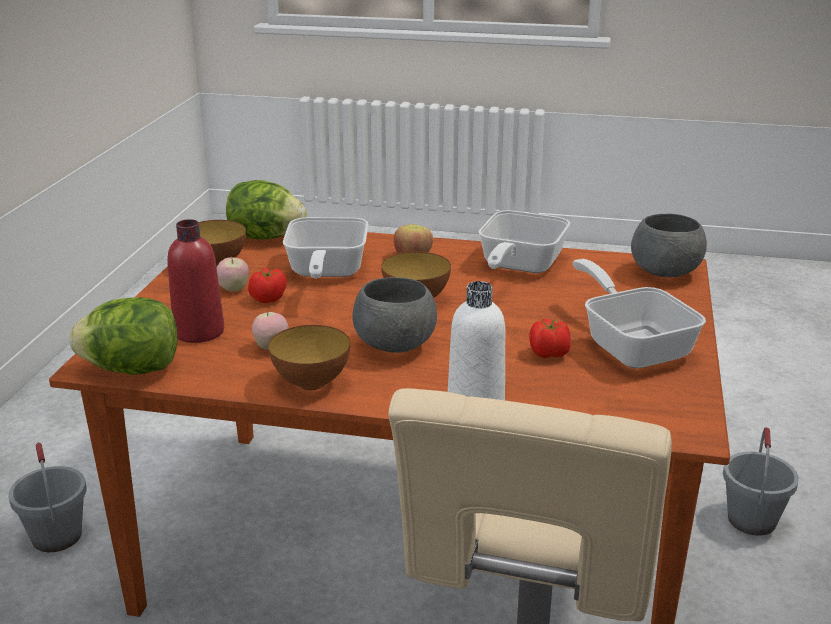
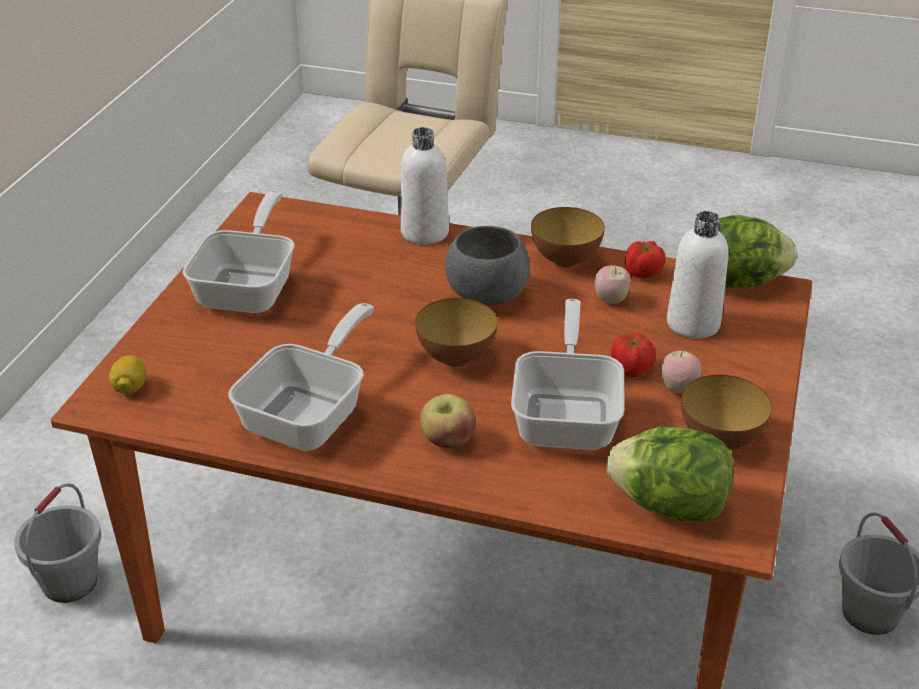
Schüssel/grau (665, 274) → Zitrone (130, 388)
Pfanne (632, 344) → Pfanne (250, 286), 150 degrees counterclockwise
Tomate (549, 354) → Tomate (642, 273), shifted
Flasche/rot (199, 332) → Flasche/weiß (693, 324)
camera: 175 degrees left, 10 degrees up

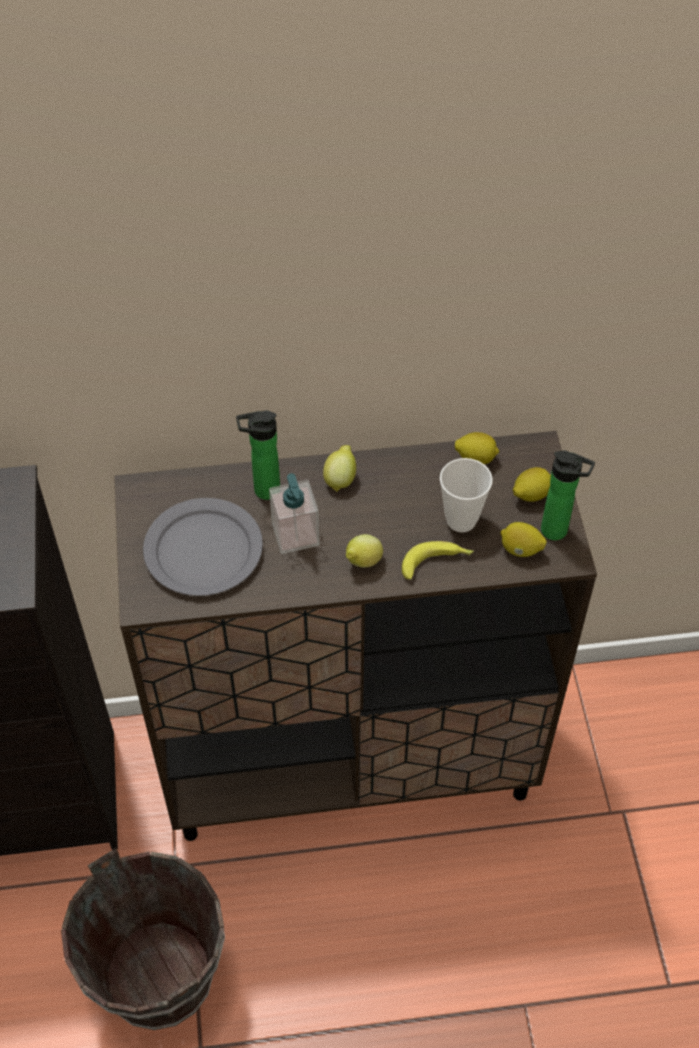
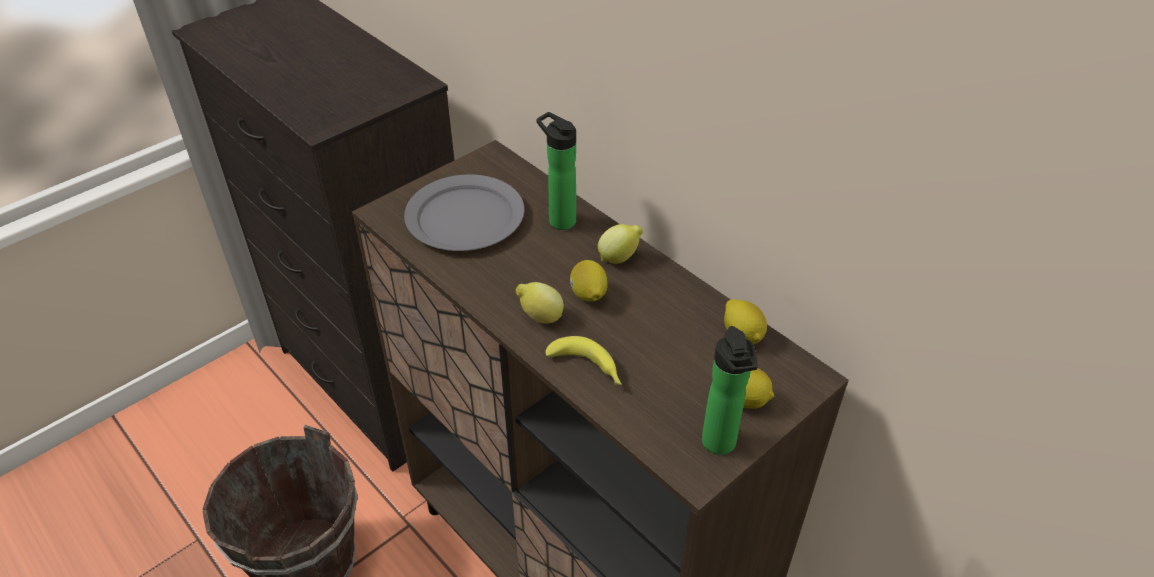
Zitrone (520, 550) → Zitrone (588, 295), shifted
Seifenspender (295, 535) → -
Tasse (461, 520) → -
camera: 55 degrees right, 10 degrees down

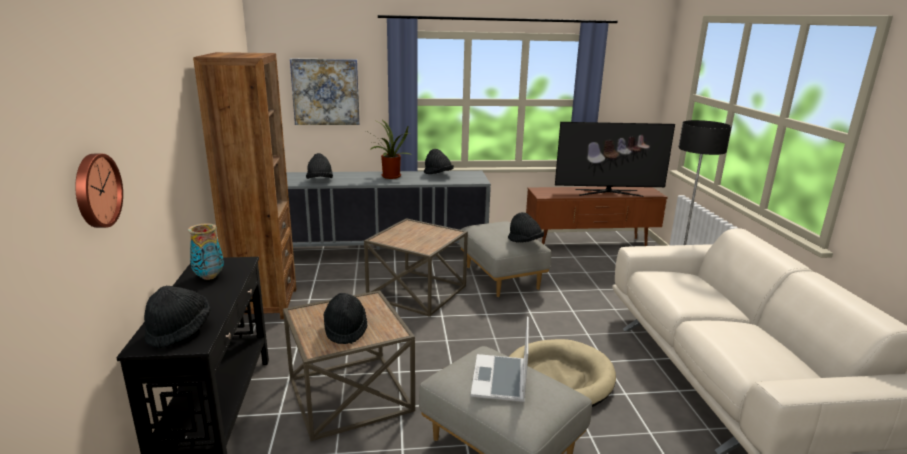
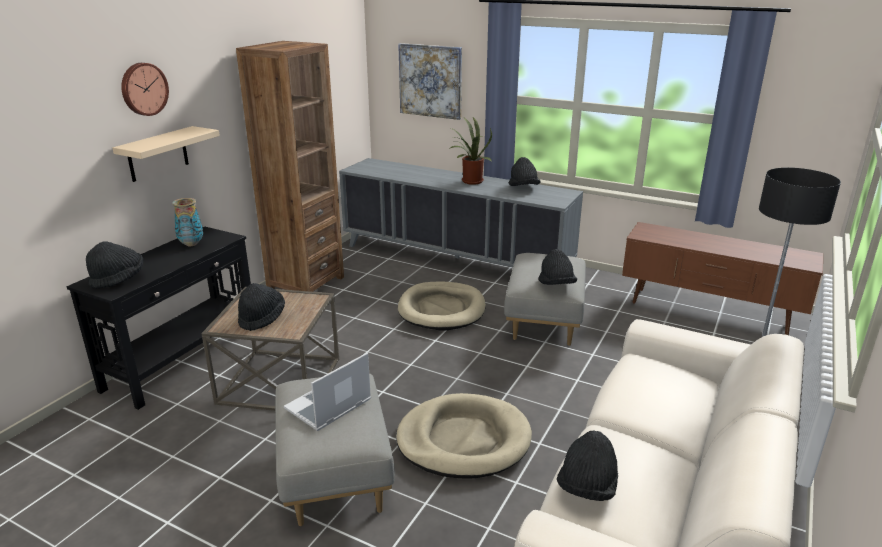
- → Wandregal/beige (158, 154)
Wanduhr (95, 190) → Wanduhr (143, 89), shifted
Beistelltisch/braun (417, 291) → Hundebett/beige (442, 309)
Hut/schwarz (320, 181) → Hut/schwarz (587, 488), shifted
Fernseher (608, 192) → -
camera: 35 degrees right, 5 degrees up

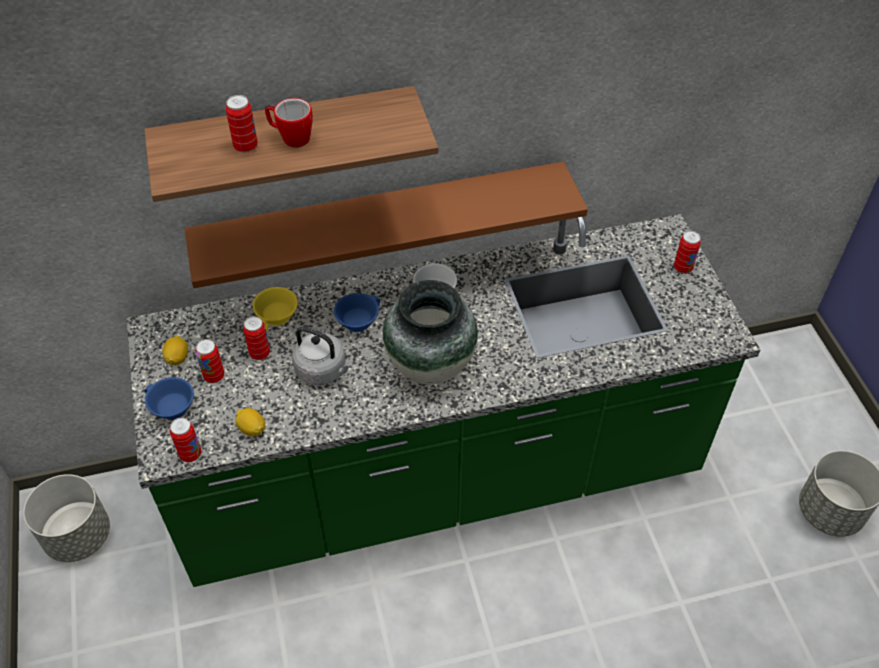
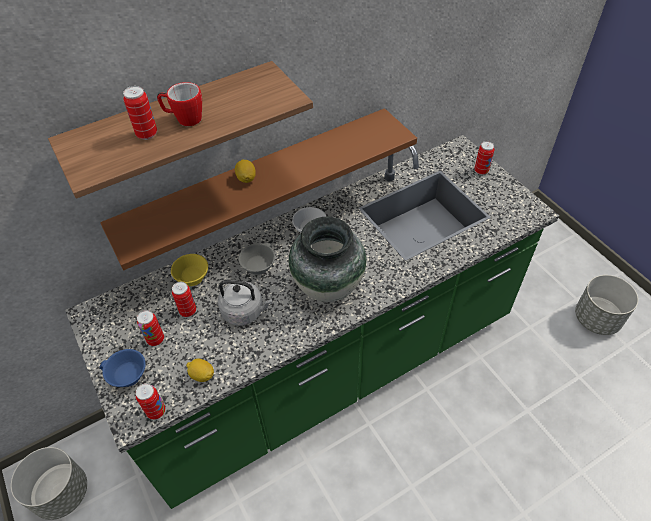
Zitrone (177, 358) → Zitrone (246, 178), shifted
Tasse/blau (357, 320) → Tasse/grau (258, 265)
camera: 15 degrees left, 0 degrees up

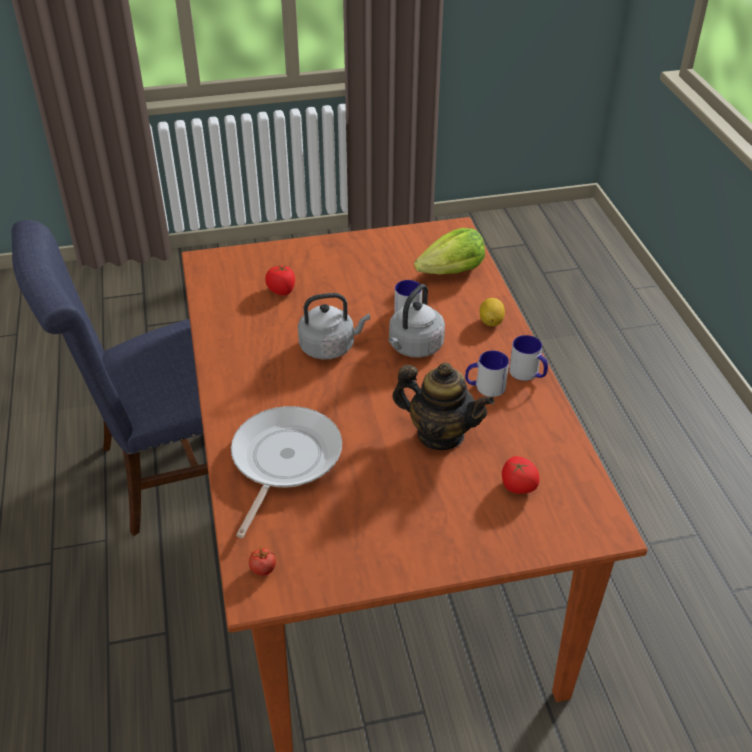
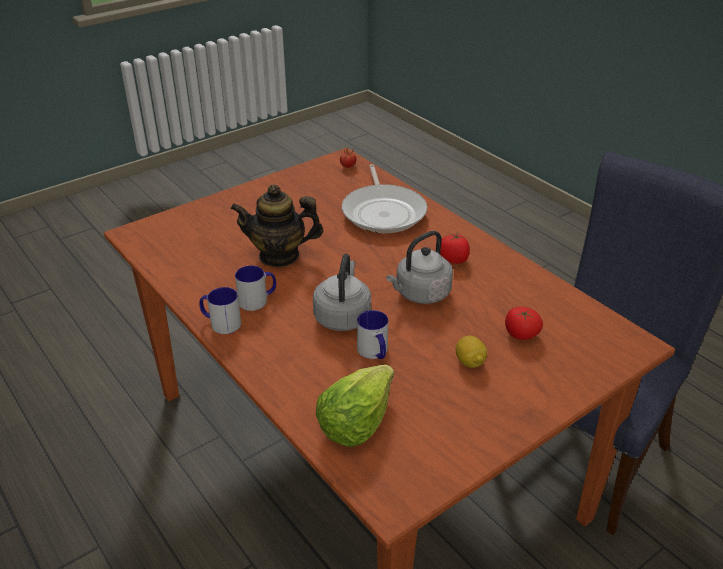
Tomate (517, 486) → Tomate (453, 259), shifted
Zitrone (491, 321) → Zitrone (469, 362), shifted
camera: 155 degrees right, 5 degrees down

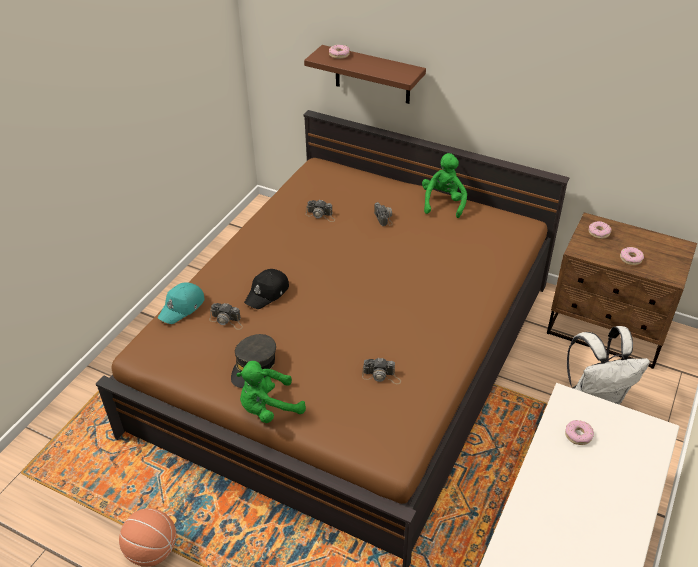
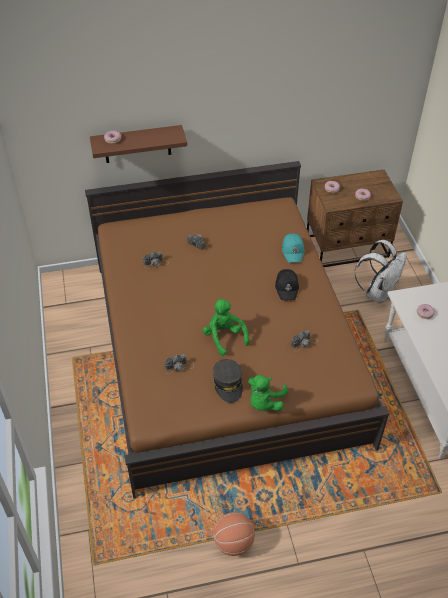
Plüschtier/grün (443, 202) → Plüschtier/grün (224, 337), shifted
Kappe/schwarz (267, 293) → Kappe/schwarz (287, 287), shifted
Kappe/türkis (182, 307) → Kappe/türkis (293, 251), shifted
camera: 40 degrees left, 5 degrees up

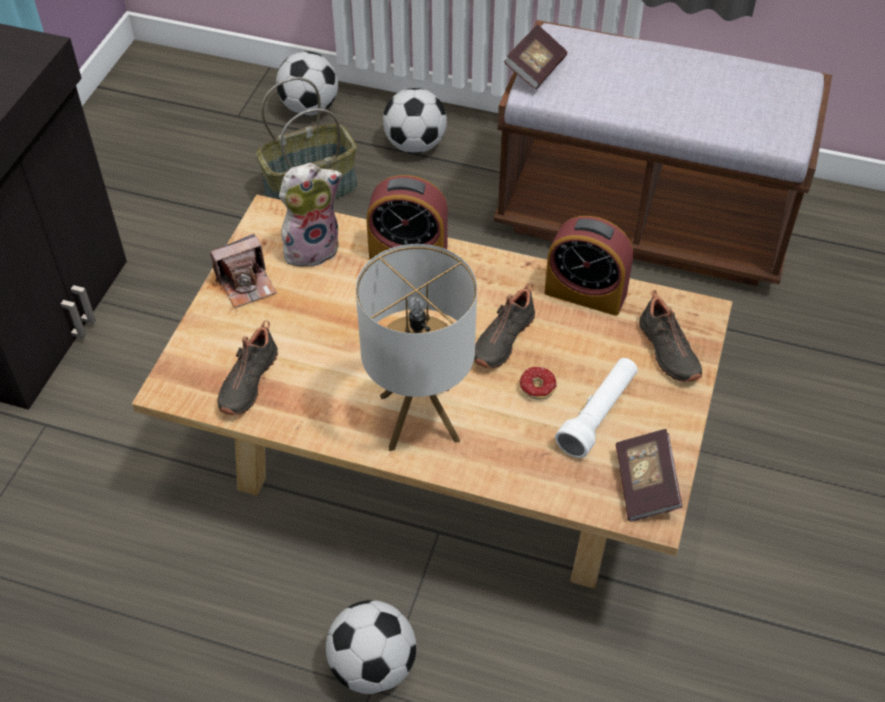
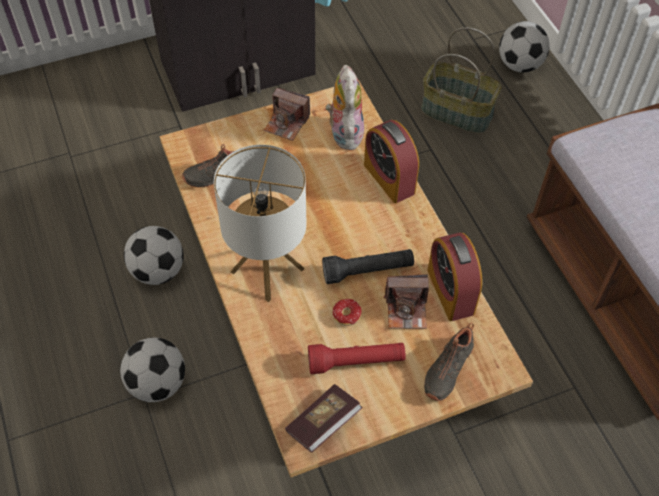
Fußball (415, 145) → Fußball (158, 271), shifted
Taschenlampe/weiß (598, 415) → Taschenlampe/rot (356, 362)
Schuh/schwarz (502, 338) → Taschenlampe/schwarz (368, 271)
Plüschtier (312, 248) → Plüschtier (344, 133), 120 degrees counterclockwise
- → Kamera (406, 310)
Buch (535, 69) → -
camera: 50 degrees right, 5 degrees up

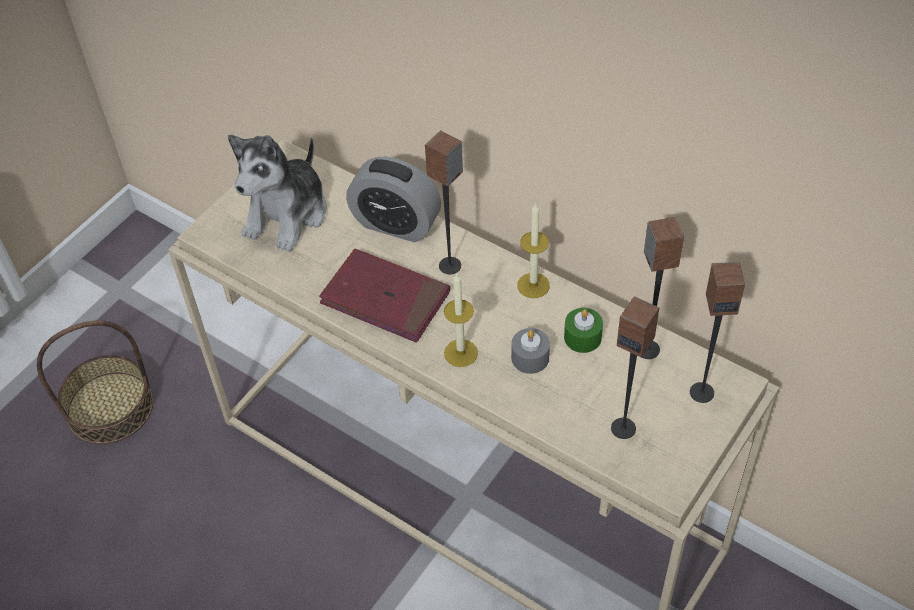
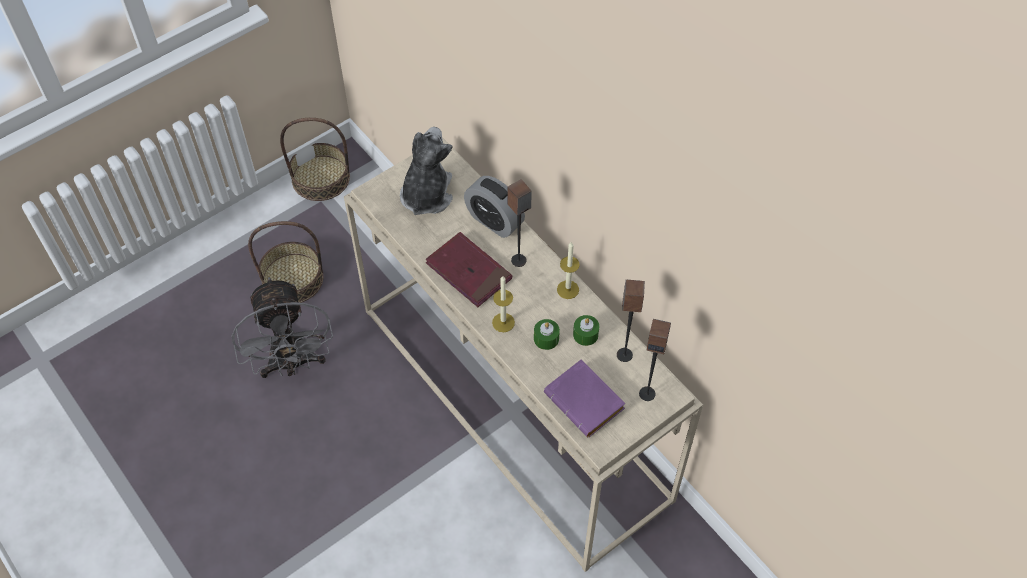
- → Ventilator/grau (292, 364)
- → Korb (321, 178)
Plüschtier (287, 214) → Plüschtier (426, 194), 150 degrees clockwise
Kerze/grau (530, 358) → Kerze/grün (546, 338)
Lautsprecher (623, 428) → Buch/lila (587, 402)
camera: 15 degrees right, 5 degrees up

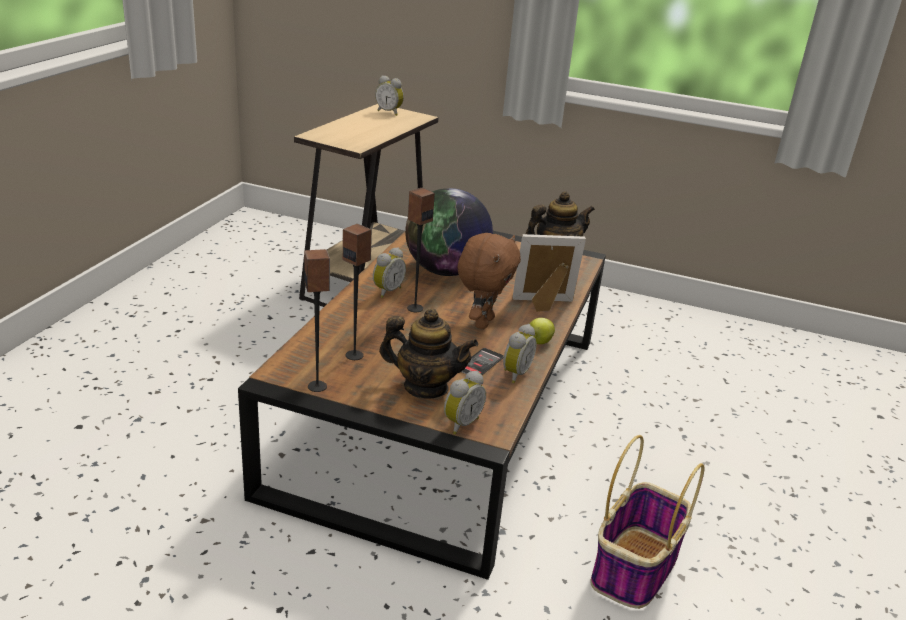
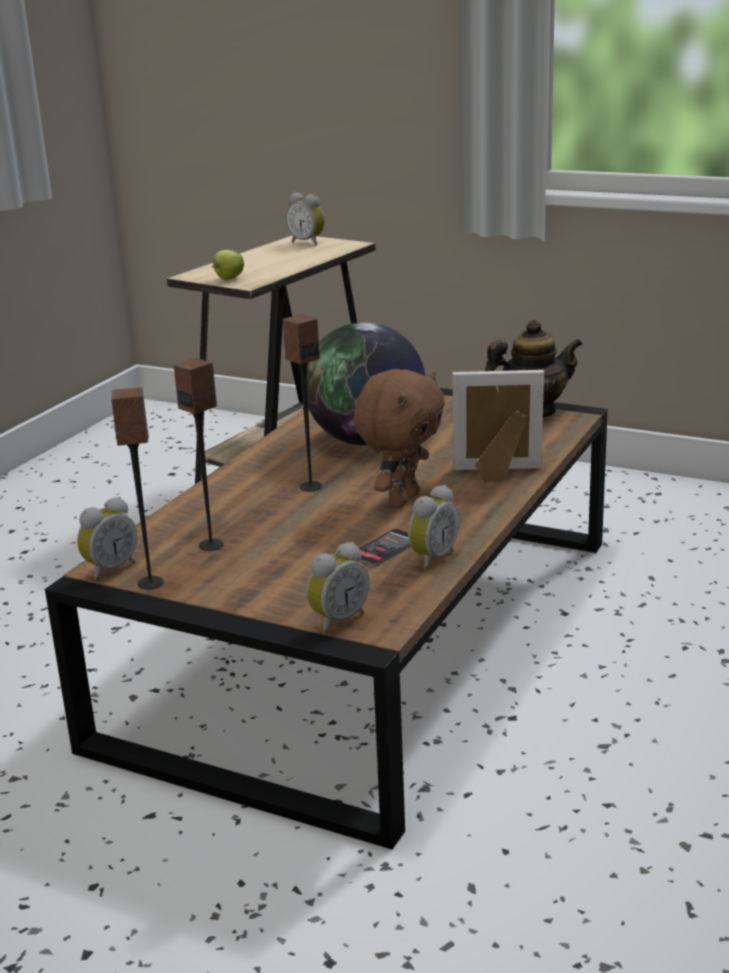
Wecker (386, 291) → Wecker (109, 569), shifted
Apfel (539, 342) → Apfel (228, 279), shifted
Teekanne (425, 387) → -
Korb (634, 569) → -
camera: 10 degrees right, 5 degrees down

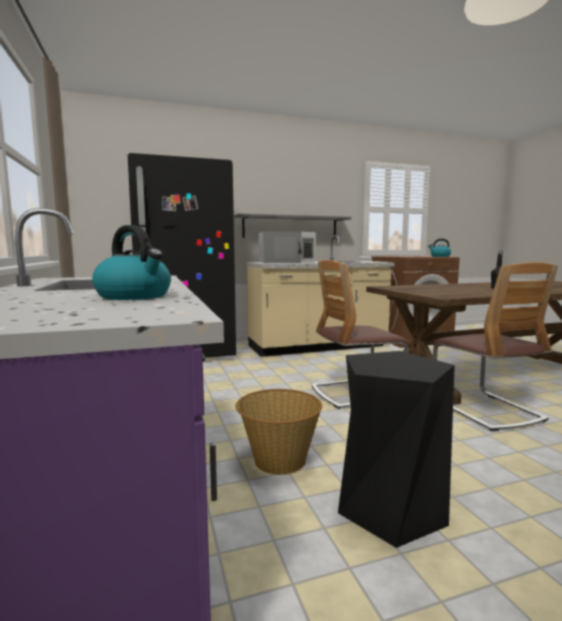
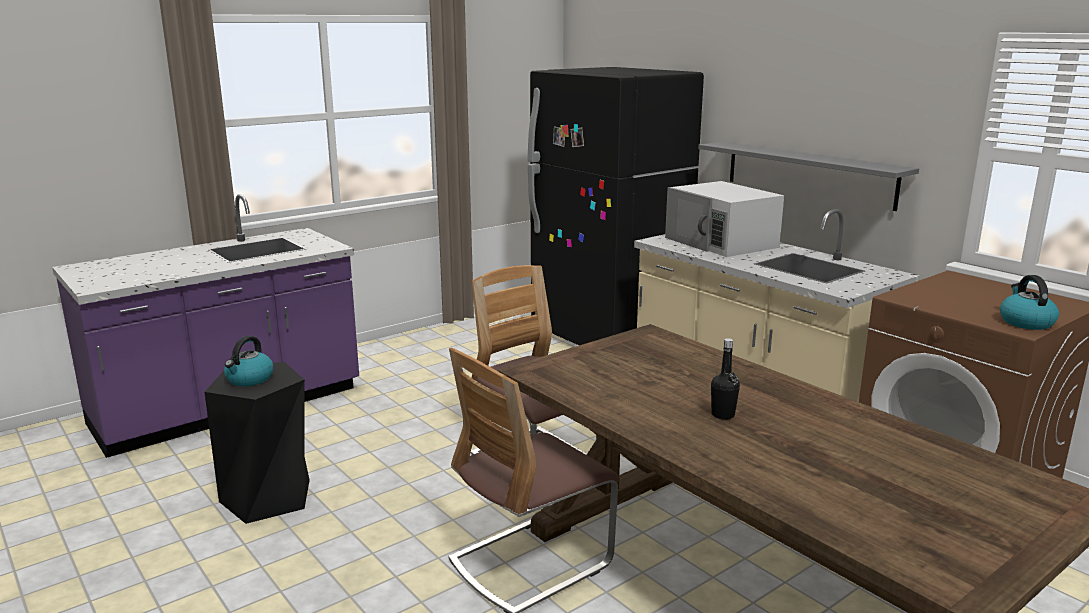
Wasserkessel (135, 296) → Wasserkessel (249, 379), shifted
Korb (278, 460) → -
camera: 70 degrees right, 10 degrees up

